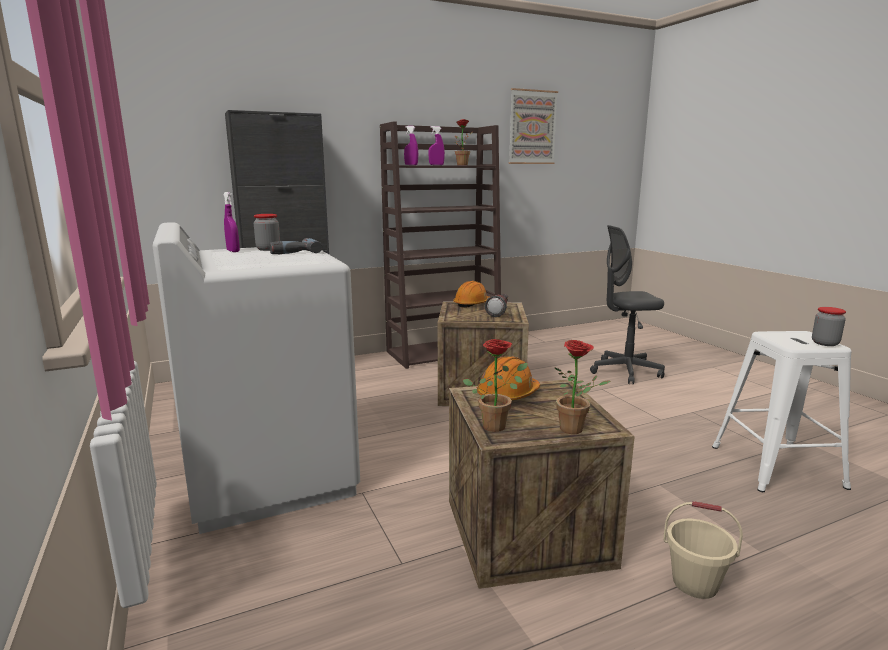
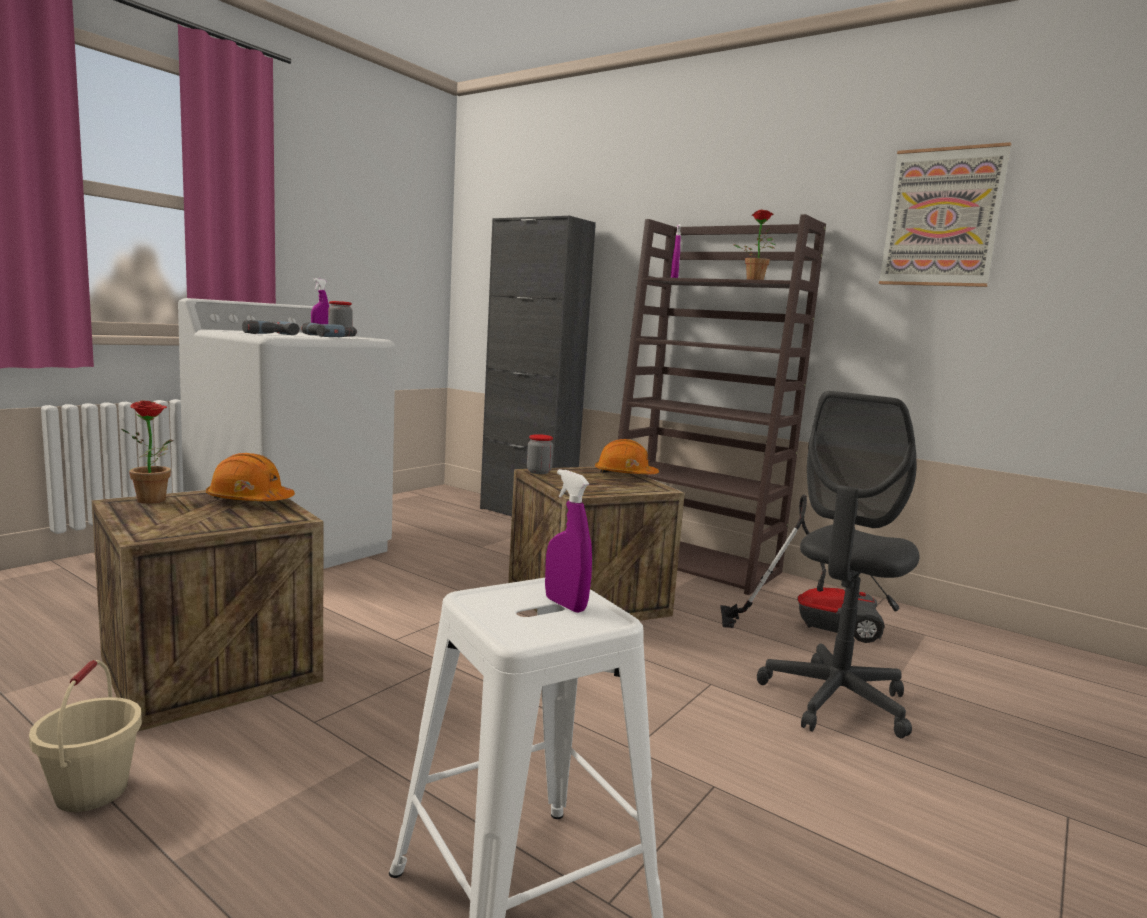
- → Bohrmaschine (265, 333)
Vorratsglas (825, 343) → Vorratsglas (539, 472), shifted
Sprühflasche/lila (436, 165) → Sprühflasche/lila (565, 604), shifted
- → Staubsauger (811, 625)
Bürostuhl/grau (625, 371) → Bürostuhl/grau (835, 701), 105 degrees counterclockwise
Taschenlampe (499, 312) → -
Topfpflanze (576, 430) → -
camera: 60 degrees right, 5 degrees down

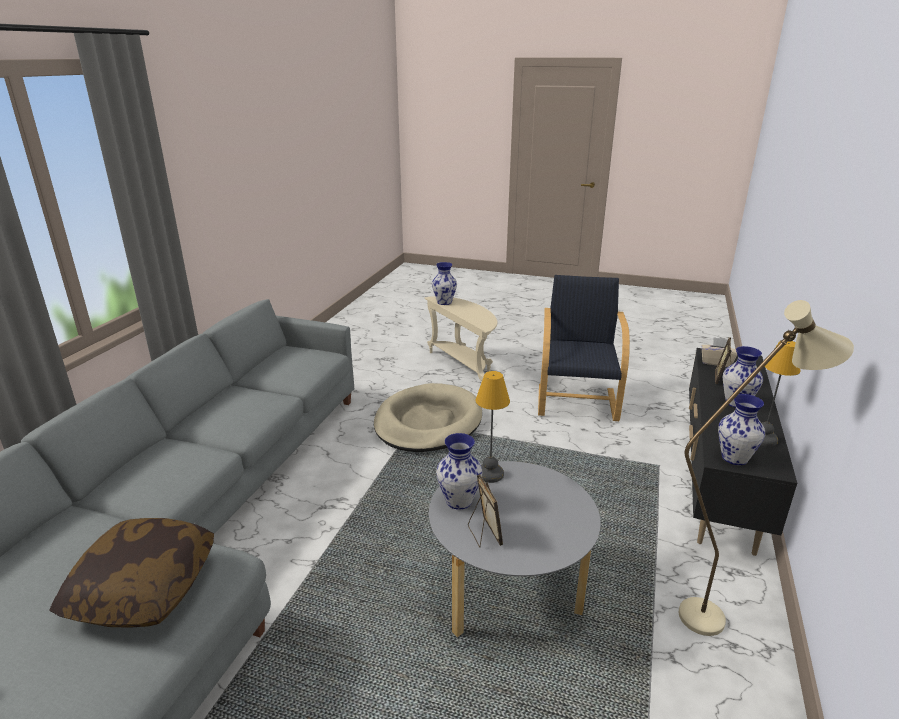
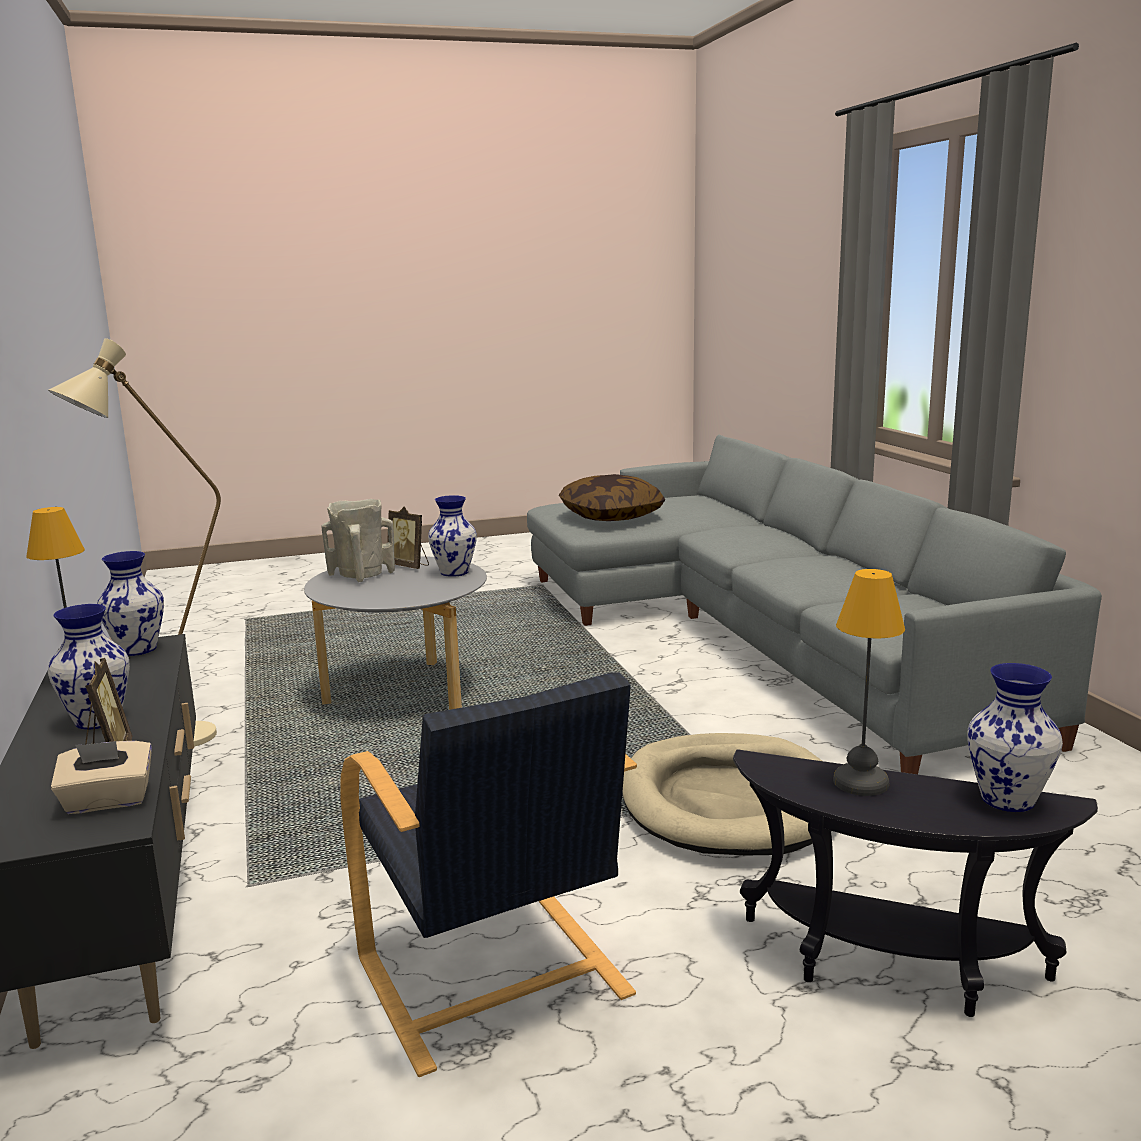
- → Vase/beige (361, 575)
Beistelltisch/beige (464, 366) → Beistelltisch/schwarz (890, 969)
Tischlampe (490, 473) → Tischlampe (862, 783), shifted
camera: 145 degrees right, 10 degrees down

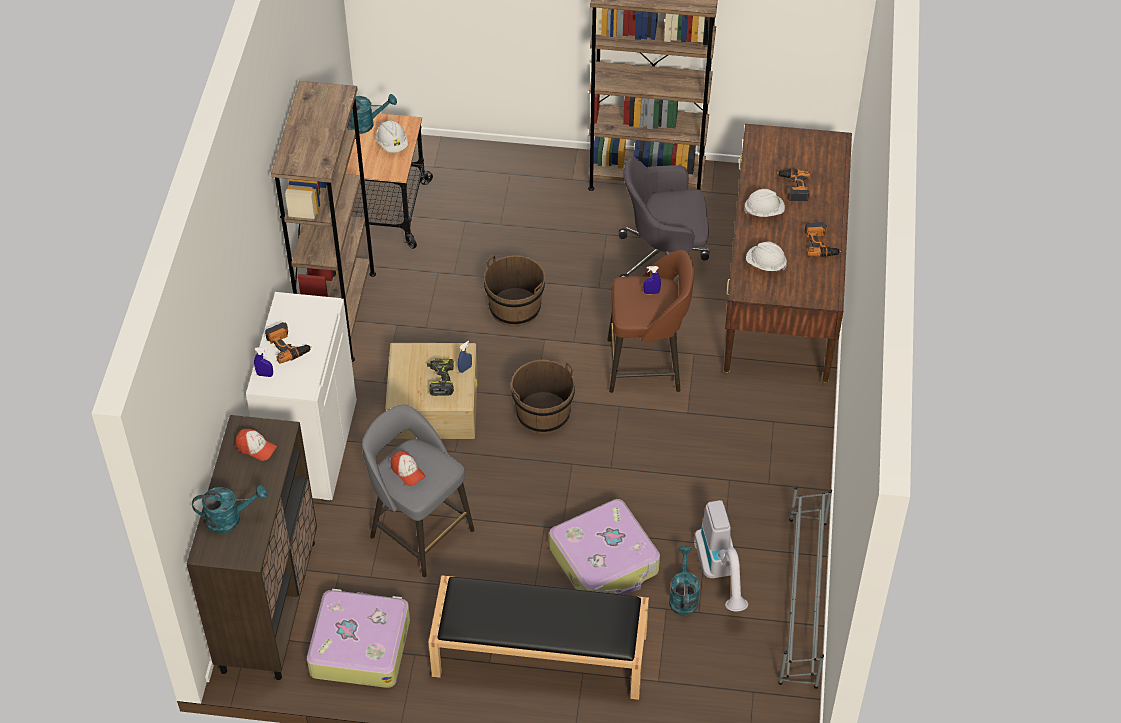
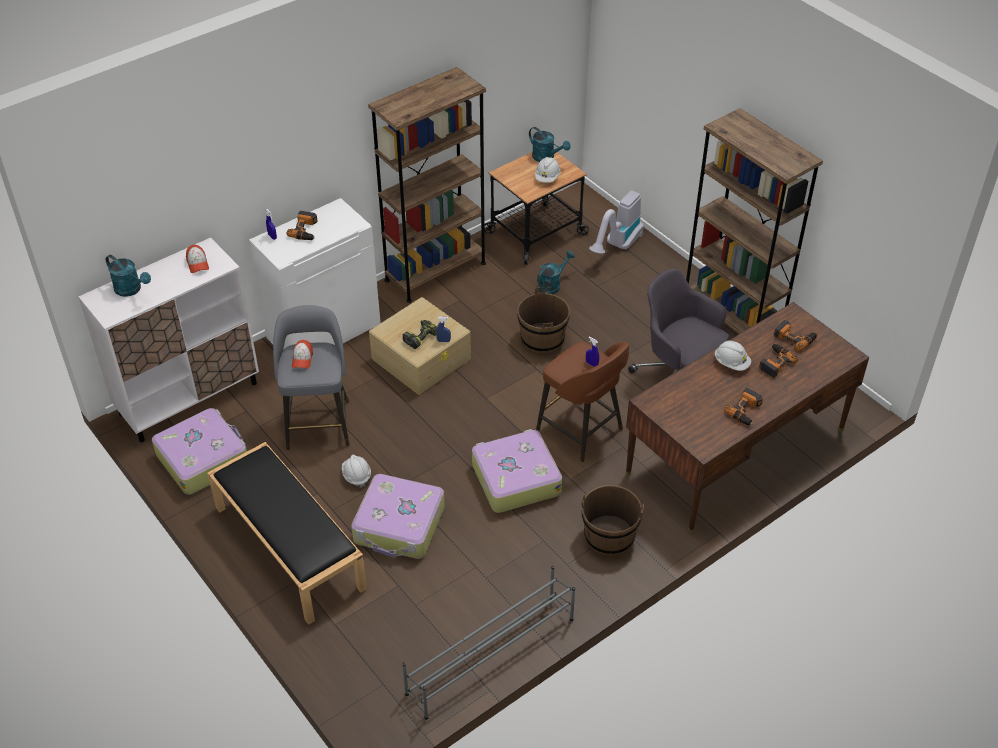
Schrank/braun (269, 605) → Schrank/weiß (189, 398)
Schutzhelm/weiß (765, 264) → Schutzhelm/weiß (356, 475), shifted
- → Koffer (515, 479)
Gießkanne/türkis (683, 596) → Gießkanne/türkis (552, 285), shifted
Eimer/braun (543, 414) → Eimer/braun (609, 536), shifted
Staubsauger (720, 574) → Staubsauger (617, 246), shifted
- → Bohrmaschine (794, 337)
camera: 45 degrees right, 5 degrees down

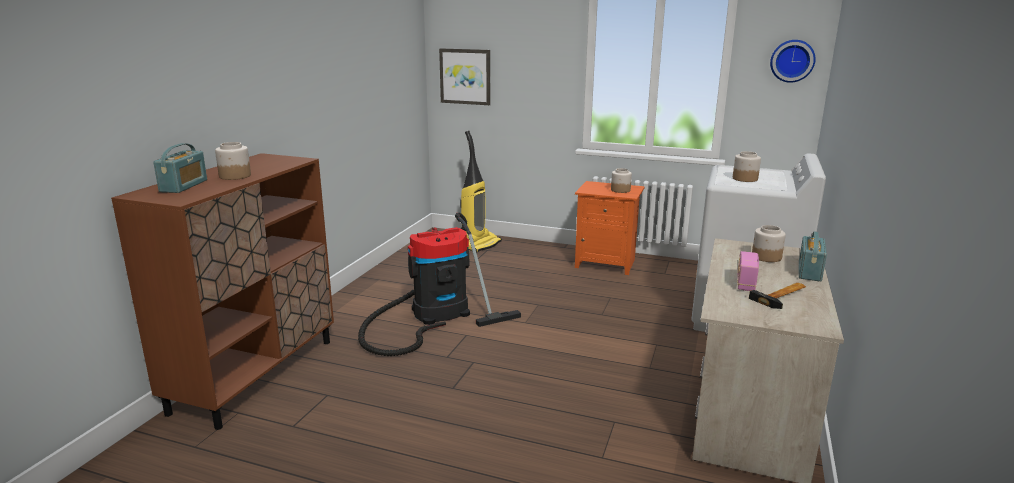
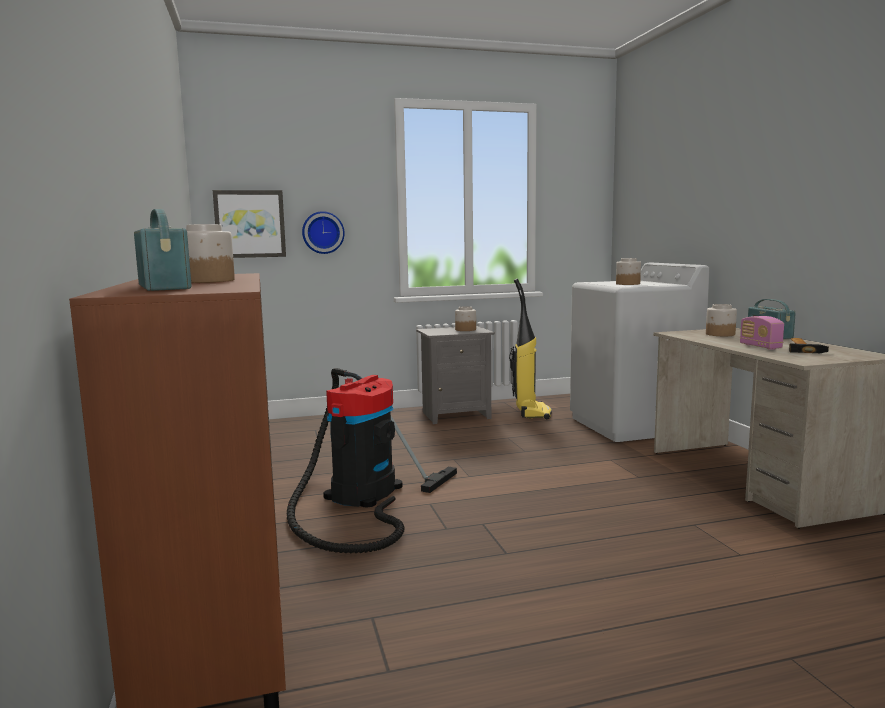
Wanduhr (792, 61) → Wanduhr (323, 232), shifted
Nachttisch/orange (606, 263) → Nachttisch/grau (455, 415)
Staubsauger (479, 244) → Staubsauger (531, 412), shifted
camera: 35 degrees left, 10 degrees down

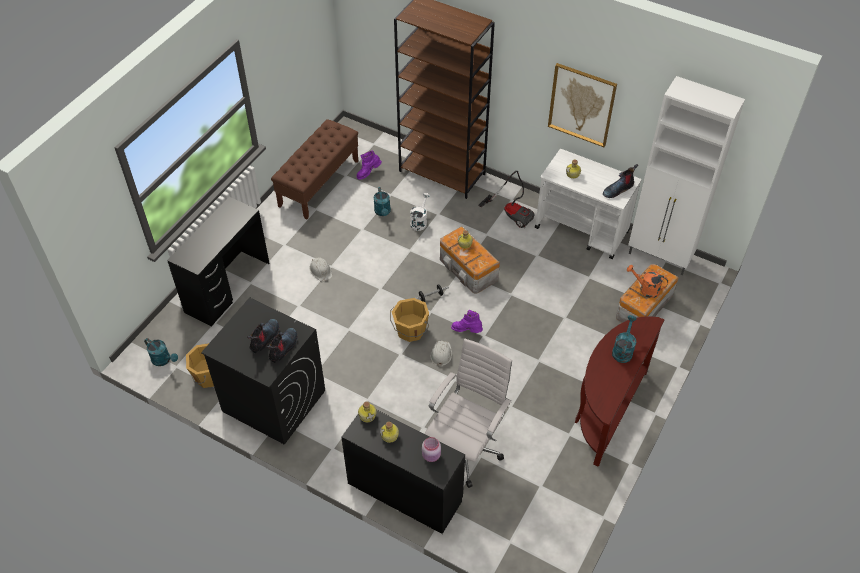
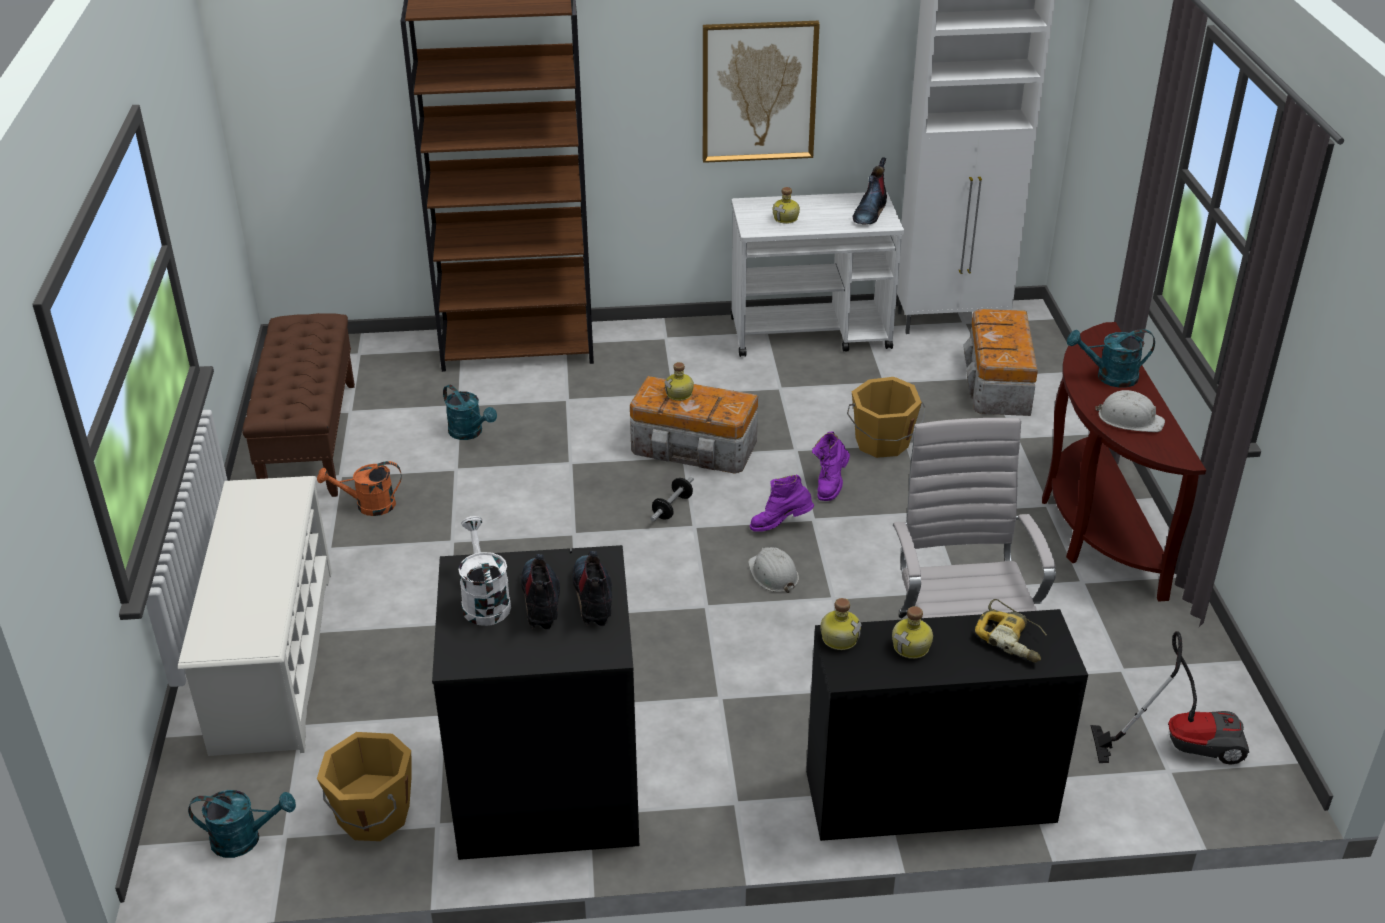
Schreibtisch/schwarz (227, 287) → Schuhregal/weiß (273, 658)
Gießkanne/orange (645, 289) → Gießkanne/orange (368, 506), shifted
Gießkanne/weiß (419, 221) → Gießkanne/weiß (484, 601), shifted
Stiefel/lila (368, 173) → Stiefel/lila (830, 485), shifted
Eimer/orange (410, 330) → Eimer/orange (882, 443), shifted
Vorratsglas/rosa (431, 456) → Bohrmaschine (1012, 638)
Gießkanne/türkis (623, 350) → Gießkanne/türkis (1109, 377), 75 degrees counterclockwise
Staubsauger (512, 213) → Staubsauger (1180, 742), shifted
Schutzhelm/weiß (321, 270) → Schutzhelm/weiß (1129, 419), shifted
camera: 35 degrees left, 15 degrees down

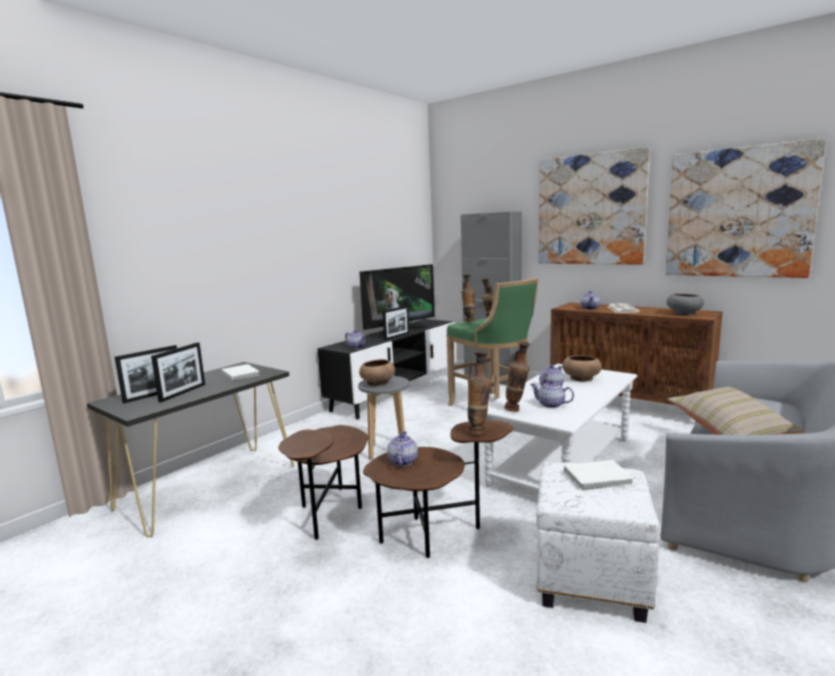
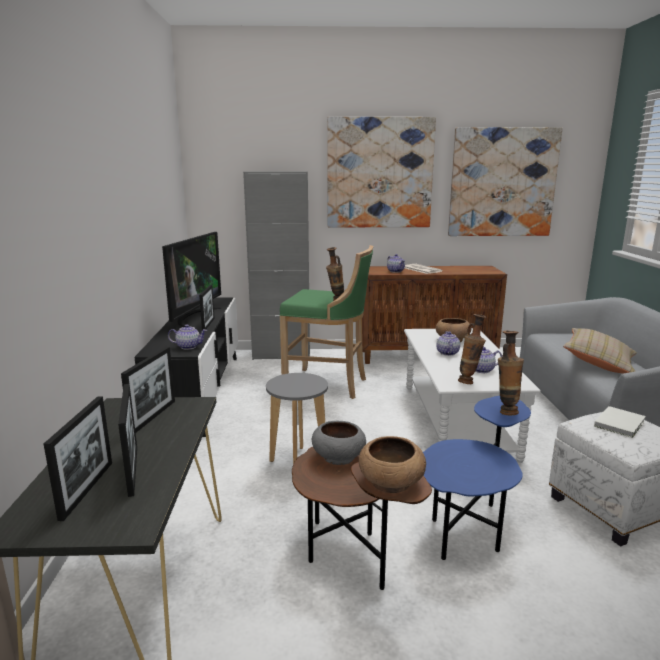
Buch/weiß (240, 374) → Bilderrahmen (153, 417)
Schüssel/grau (684, 314) → Schüssel/grau (338, 457), shifted
Schüssel/braun (377, 383) → Schüssel/braun (391, 483), shifted
Beistelltisch/braun (436, 534) → Beistelltisch/blau (470, 526)
Teekanne (402, 462) → -
Vase (468, 321) → -
camera: 40 degrees left, 5 degrees up

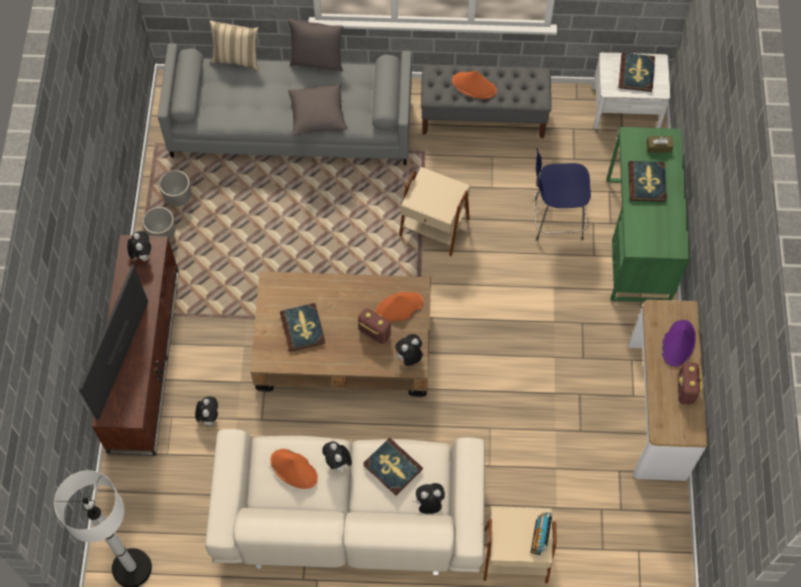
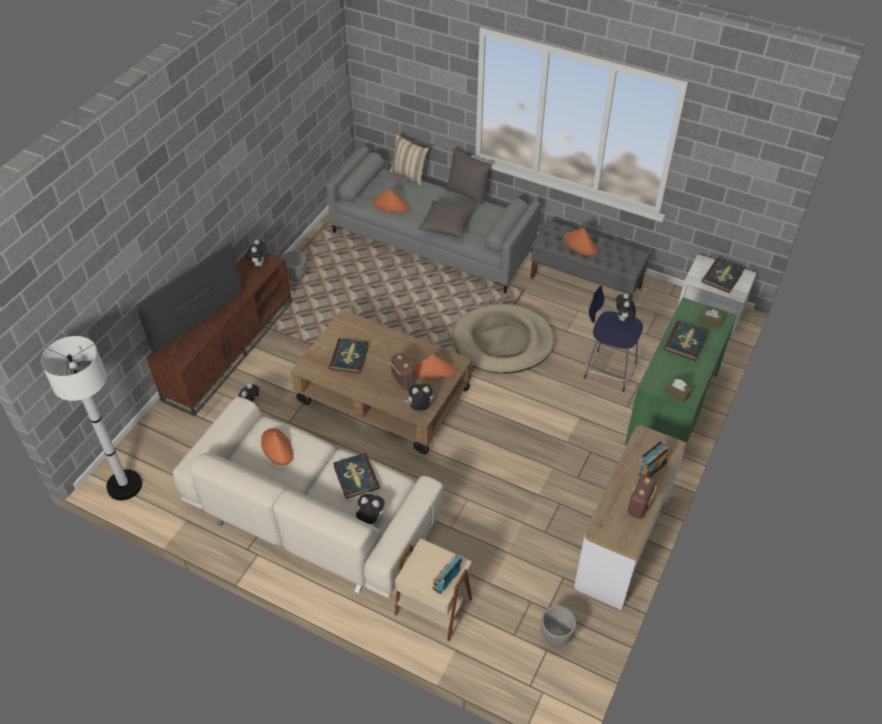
- → Hut/orange (390, 205)
Beistelltisch/beige (434, 228) → Hundebett/beige (503, 342)
Pflanzkübel (178, 198) → Pflanzkübel (556, 636), shifted
Plüschtier (338, 463) → Plüschtier (623, 319), shifted
Hut/lila (678, 343) → Radio (651, 467)
- → Taschentuchbox/braun (676, 393)
camera: 25 degrees right, 15 degrees down

